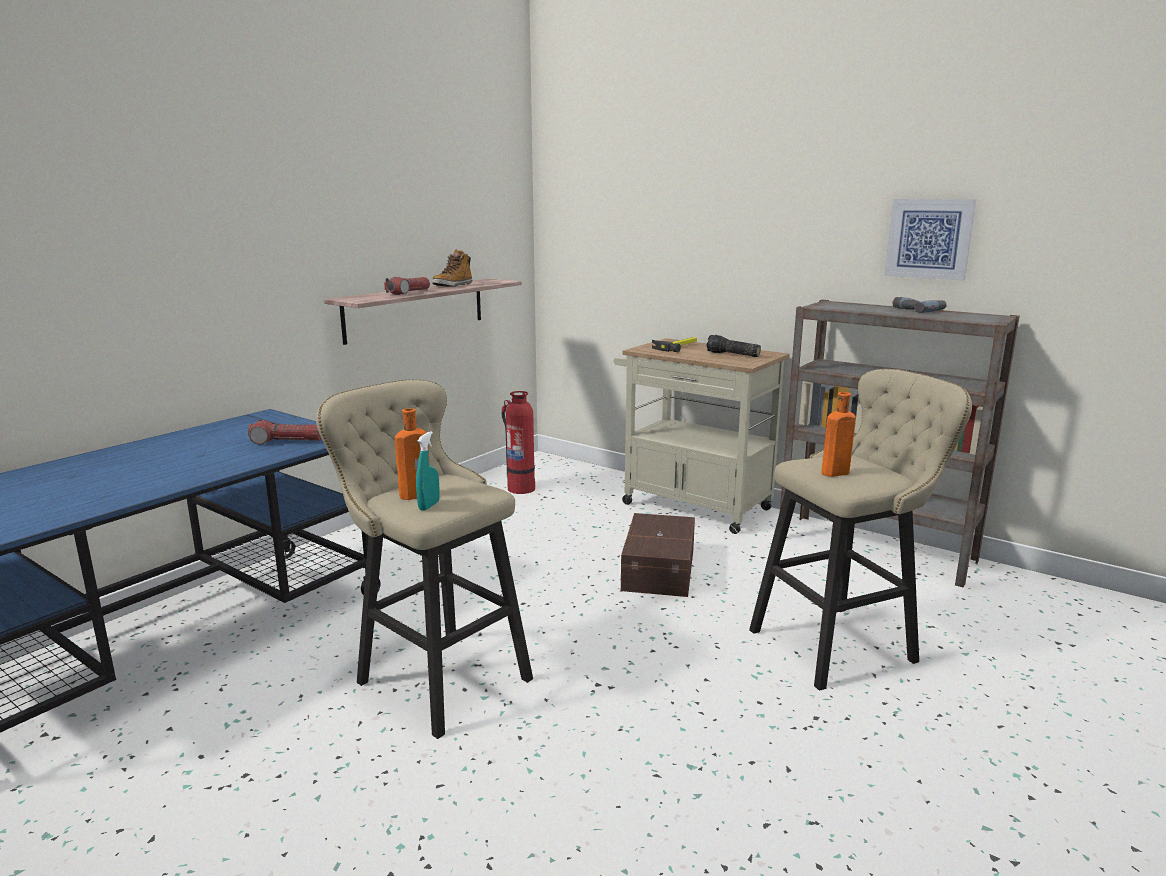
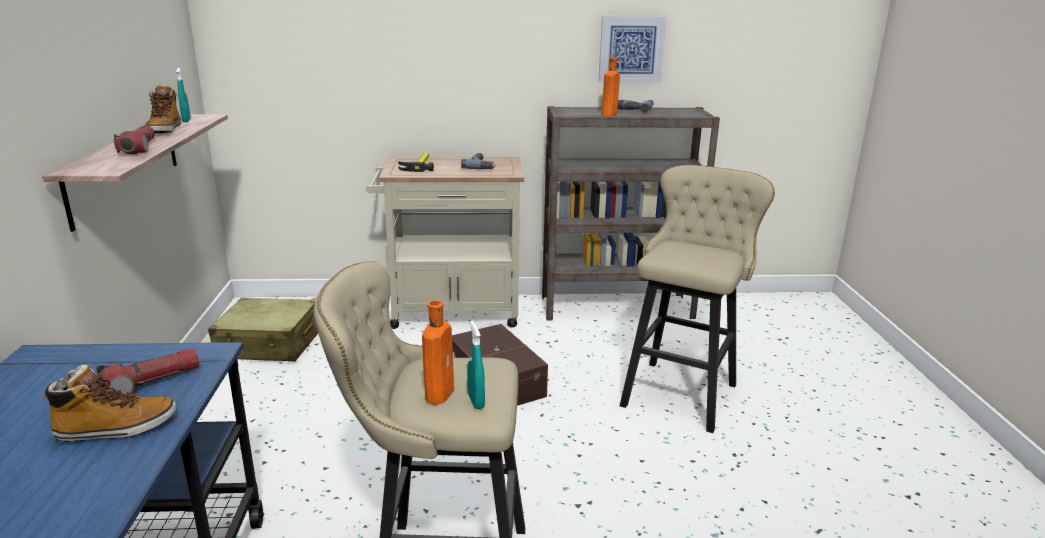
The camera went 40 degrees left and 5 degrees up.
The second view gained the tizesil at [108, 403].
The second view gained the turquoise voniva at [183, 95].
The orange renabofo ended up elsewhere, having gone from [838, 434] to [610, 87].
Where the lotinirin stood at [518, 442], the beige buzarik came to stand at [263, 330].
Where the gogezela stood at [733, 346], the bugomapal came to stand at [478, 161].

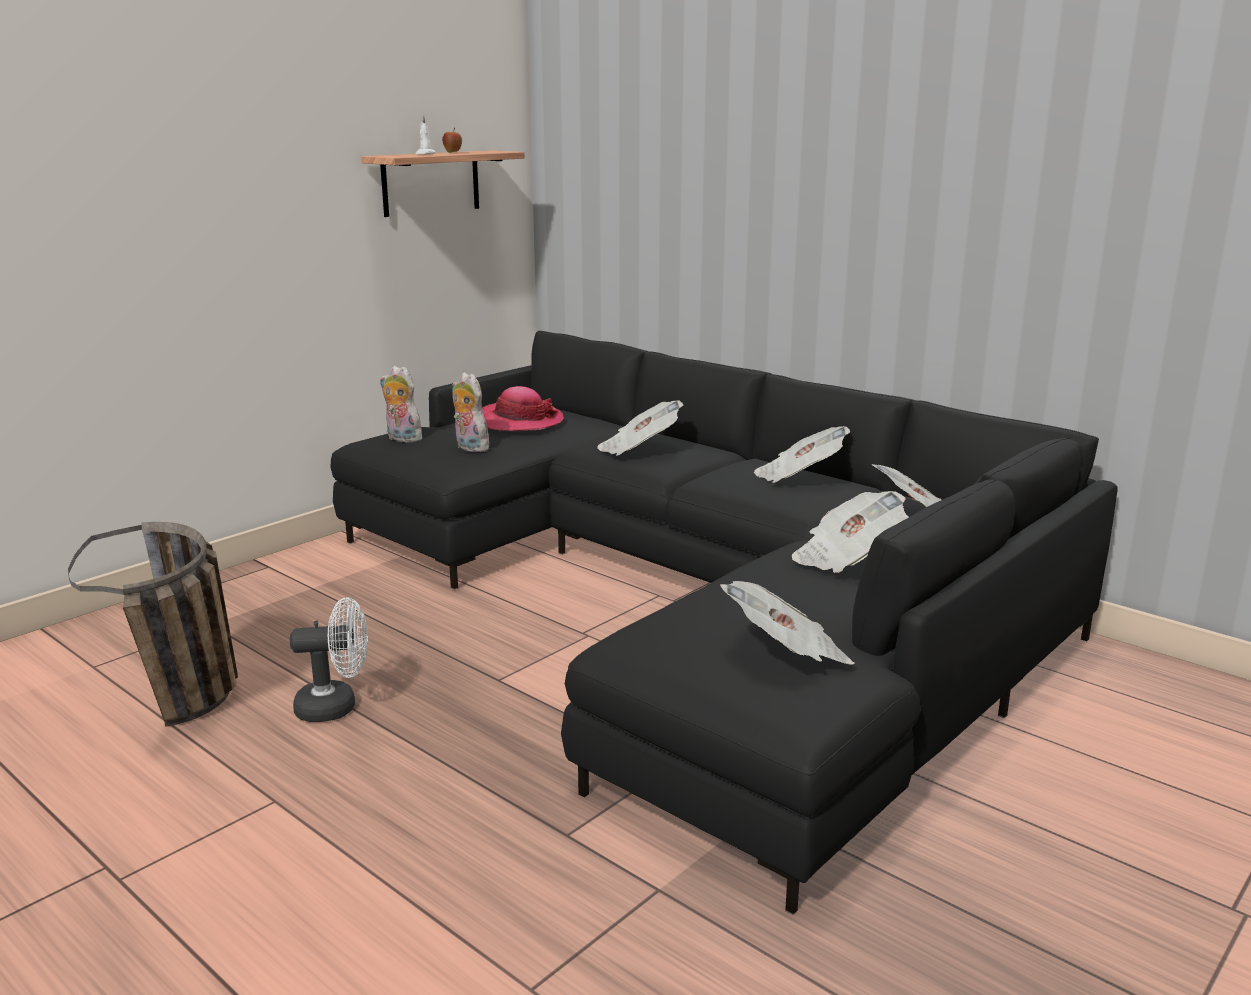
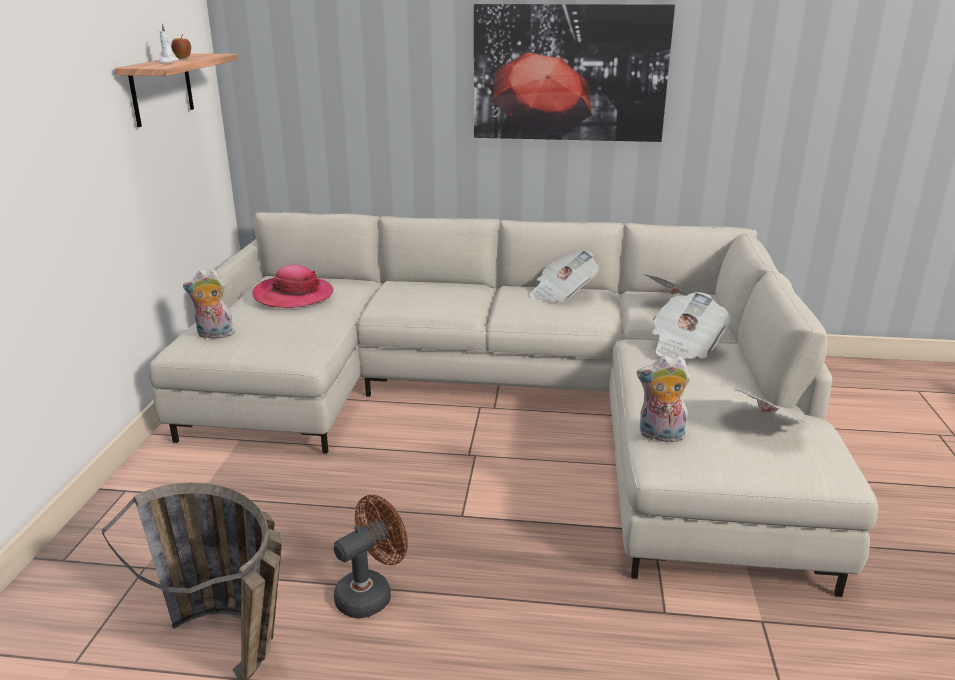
The camera went 35 degrees left and 5 degrees up.
The second view lost the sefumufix at [640, 428].
The second view gained the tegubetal at [574, 73].
The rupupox ended up elsewhere, having gone from [470, 412] to [663, 398].
What was the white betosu at [329, 659] turned into the brown betosu at [371, 556].
What was the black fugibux at [724, 623] turned into the beige fugibux at [513, 405].

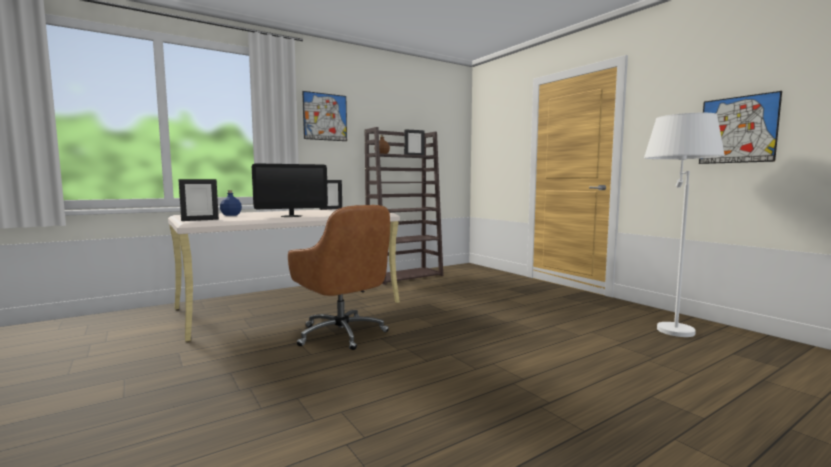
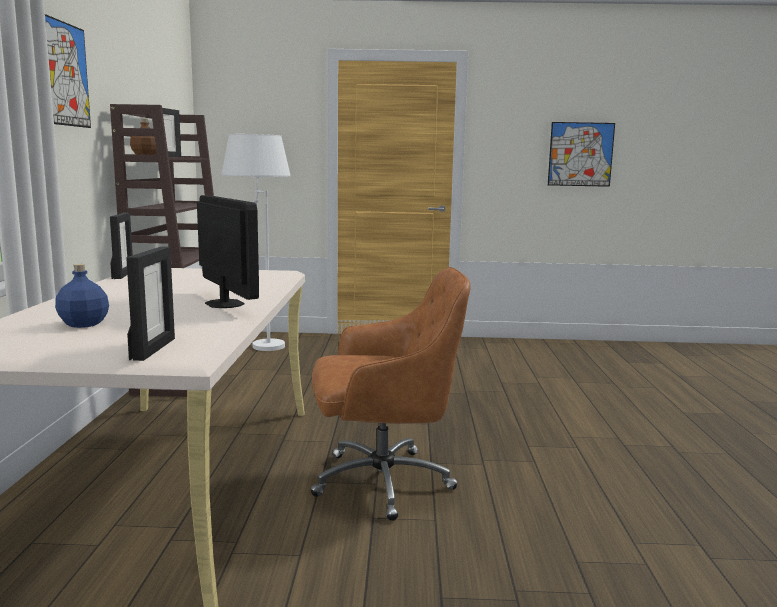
The camera went 55 degrees left and 5 degrees up.
The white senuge ended up elsewhere, having gone from [684, 225] to [255, 242].
The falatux at [290, 190] ended up facing another way, 45 degrees counterclockwise from before.

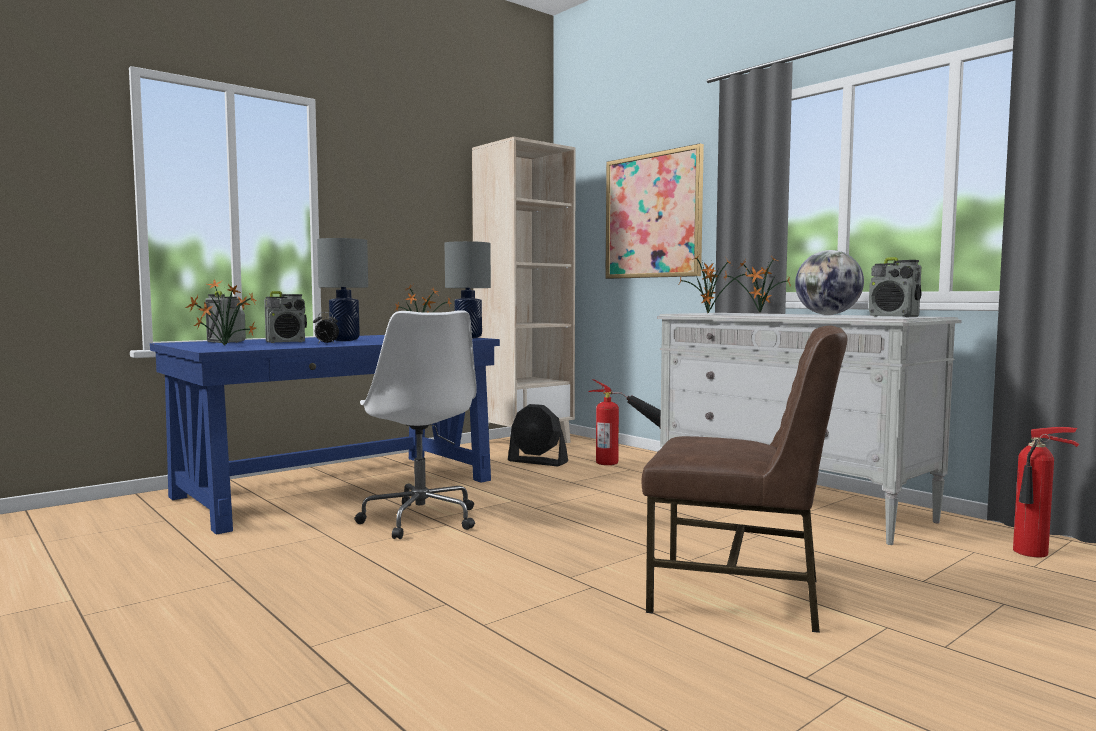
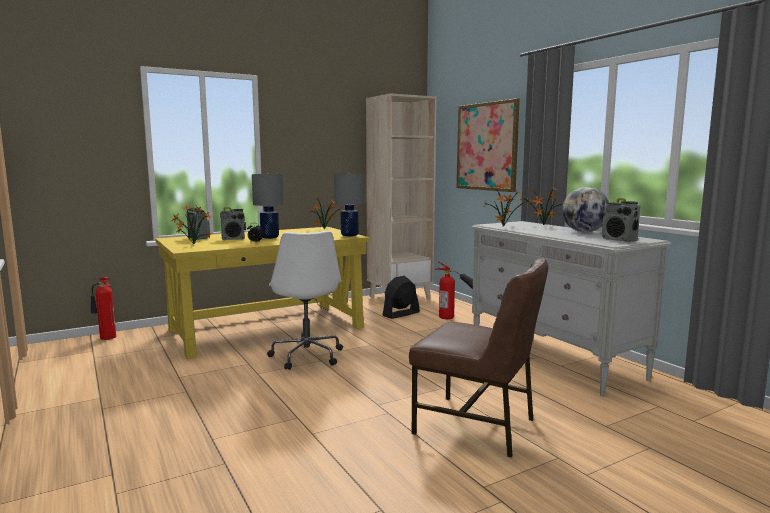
The camera went 10 degrees right and 5 degrees up.
The lotinirin ended up elsewhere, having gone from [1046, 492] to [103, 308].
What was the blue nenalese at [325, 435] turned into the yellow nenalese at [262, 293].
The black betosu at [538, 435] ended up facing another way, 105 degrees clockwise from before.

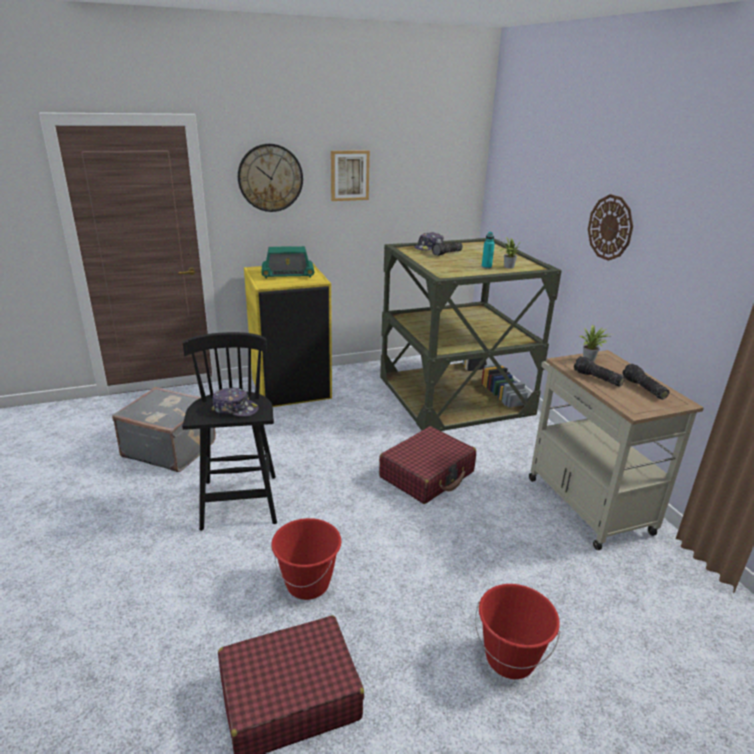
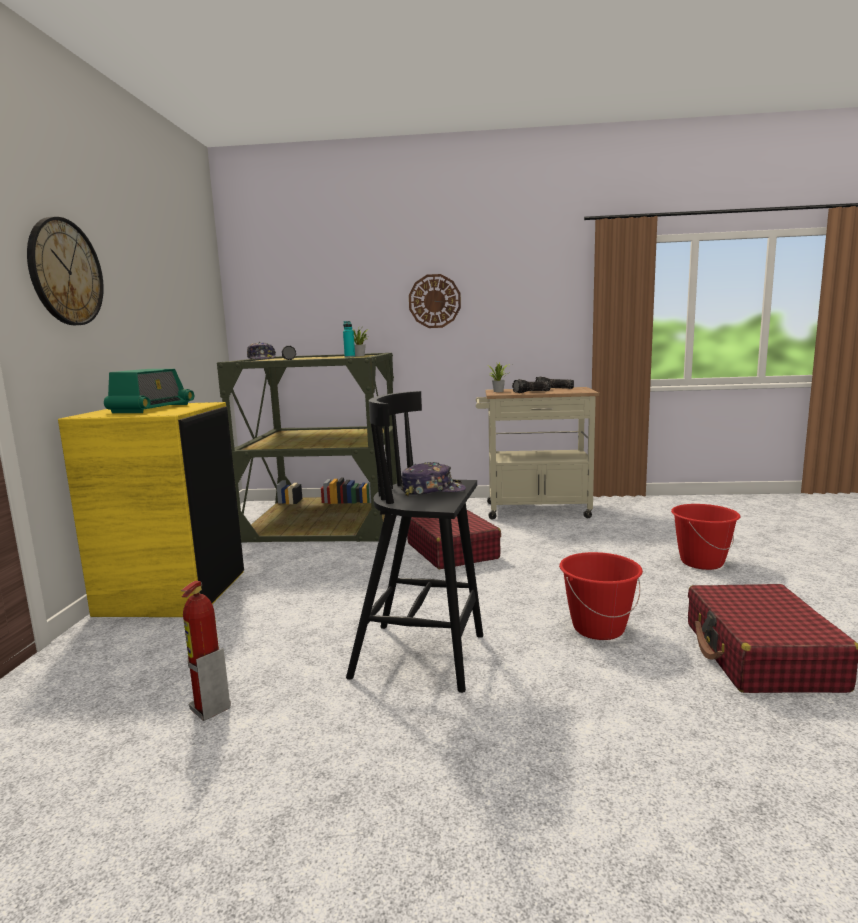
The camera went 65 degrees left and 15 degrees down.
The second view lost the tegubetal at [350, 175].
Where the grey buzarik stood at [164, 429], the lotinirin came to stand at [206, 651].
The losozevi at [235, 402] ended up facing another way, 45 degrees clockwise from before.

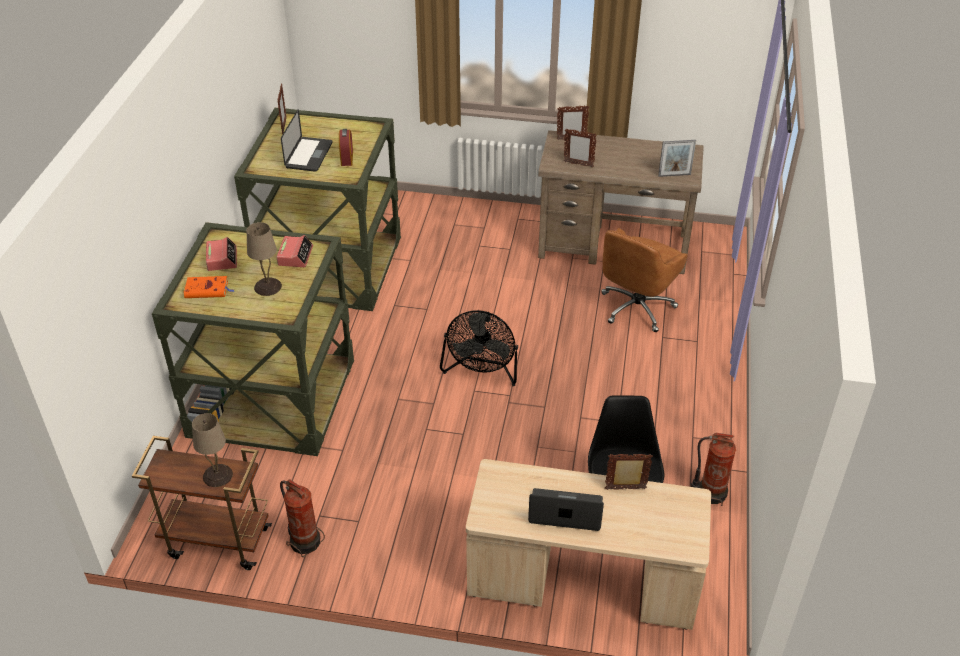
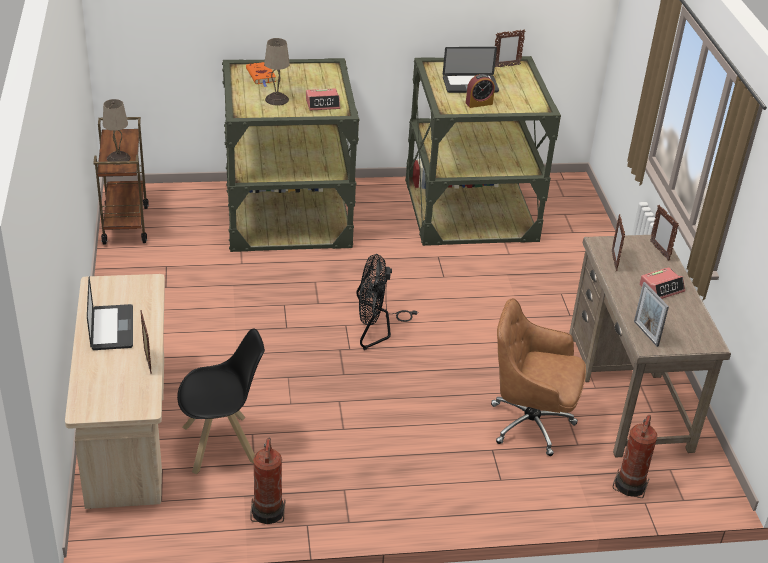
The camera went 70 degrees right and 5 degrees down.
The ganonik ended up elsewhere, having gone from [221, 254] to [662, 283].
The lotinirin ended up elsewhere, having gone from [302, 518] to [635, 456].

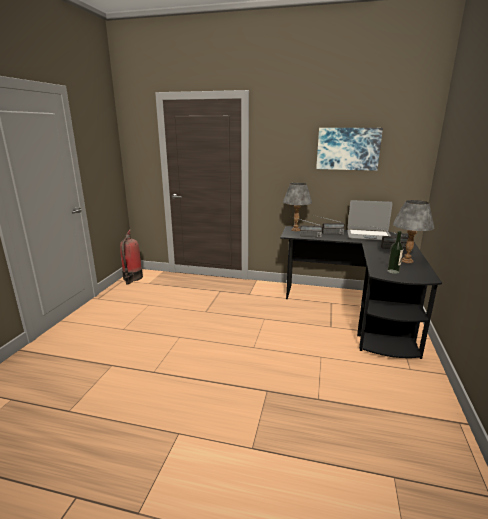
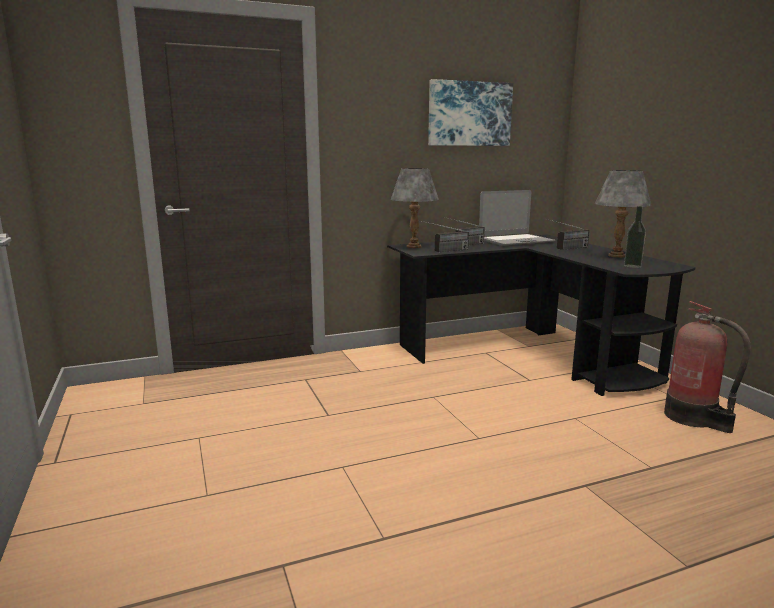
The camera went 35 degrees left and 5 degrees down.
The lotinirin ended up elsewhere, having gone from [131, 257] to [707, 367].

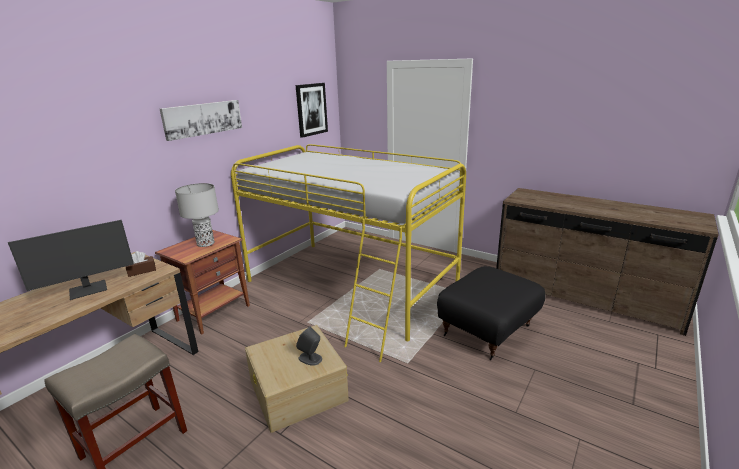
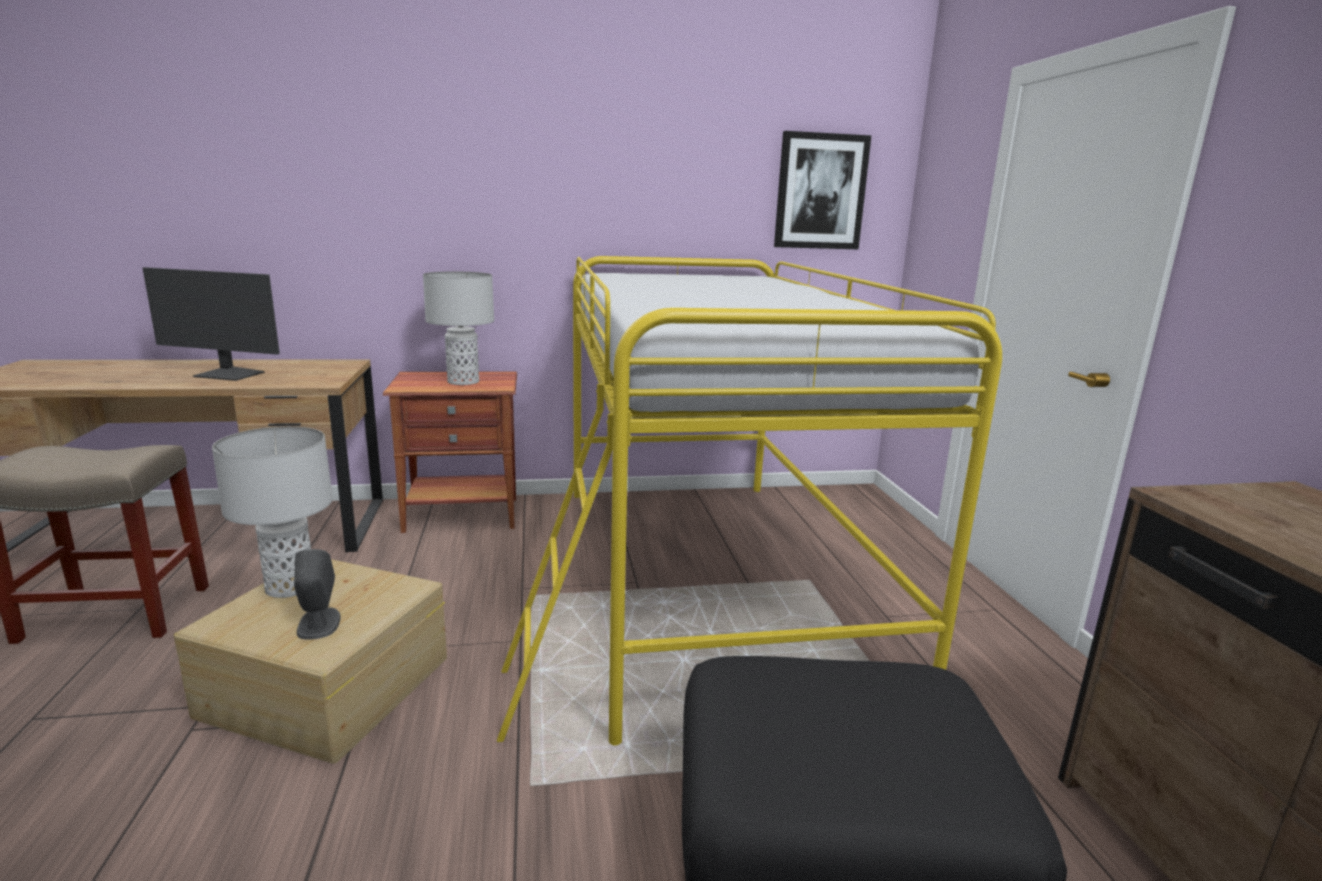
The camera went 45 degrees right and 5 degrees down.
The second view lost the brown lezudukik at [141, 264].
The second view lost the tegubetal at [201, 120].
The second view gained the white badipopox at [272, 512].

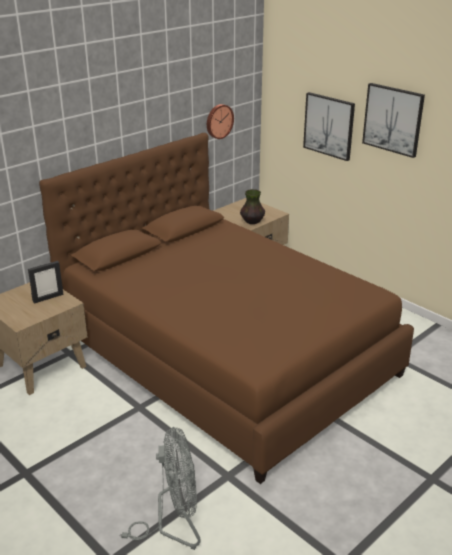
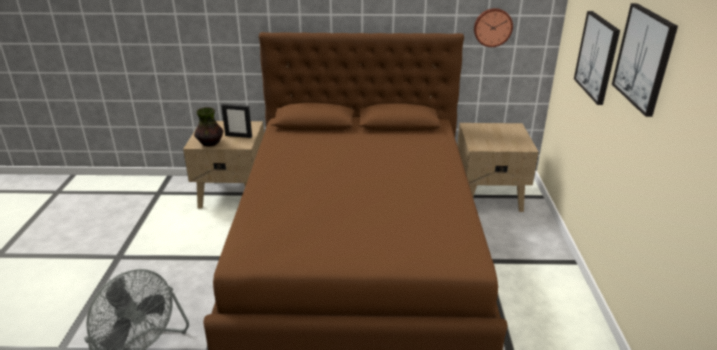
The camera went 45 degrees right and 0 degrees up.
The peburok ended up elsewhere, having gone from [252, 206] to [208, 127].

